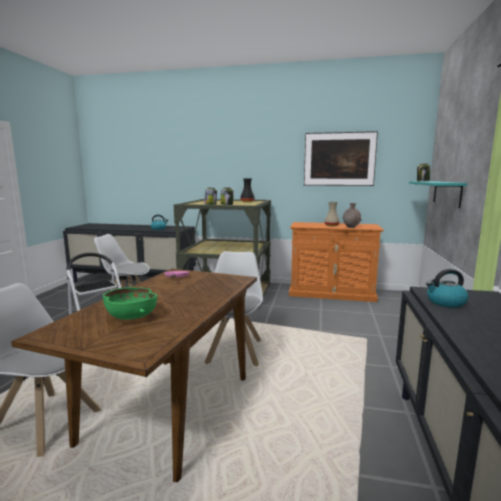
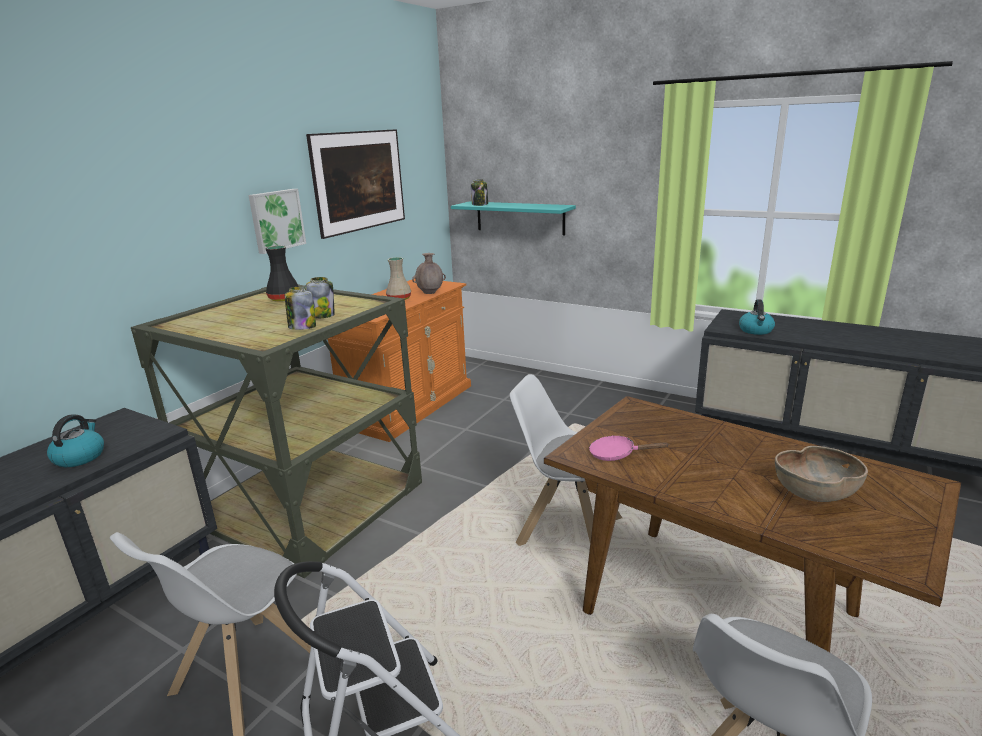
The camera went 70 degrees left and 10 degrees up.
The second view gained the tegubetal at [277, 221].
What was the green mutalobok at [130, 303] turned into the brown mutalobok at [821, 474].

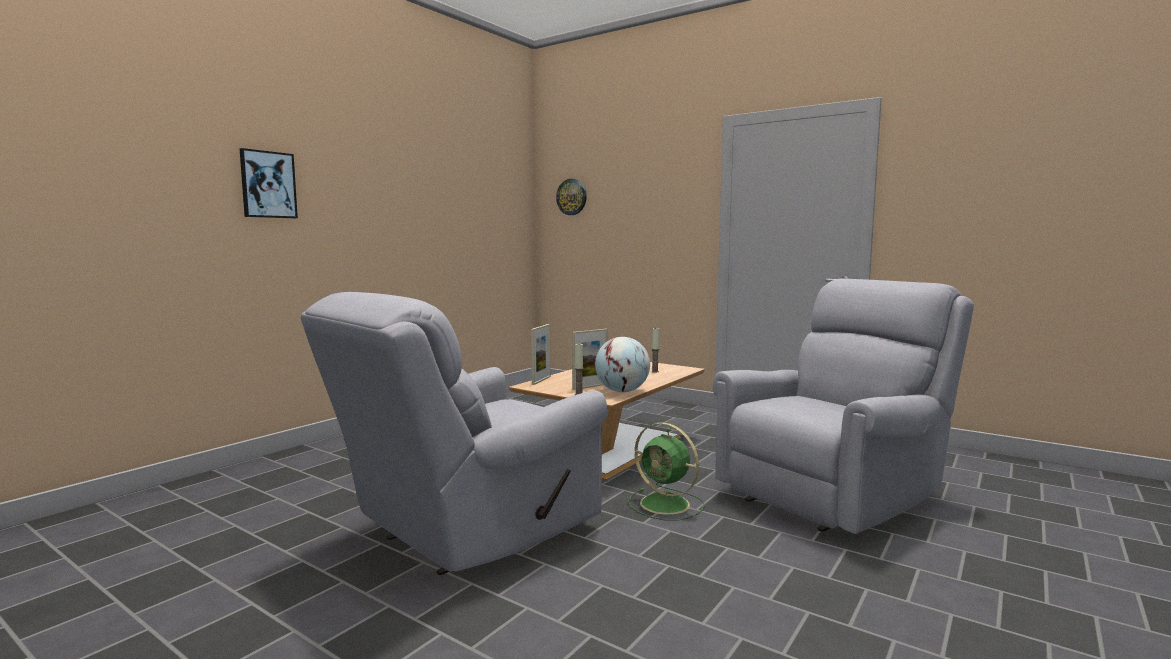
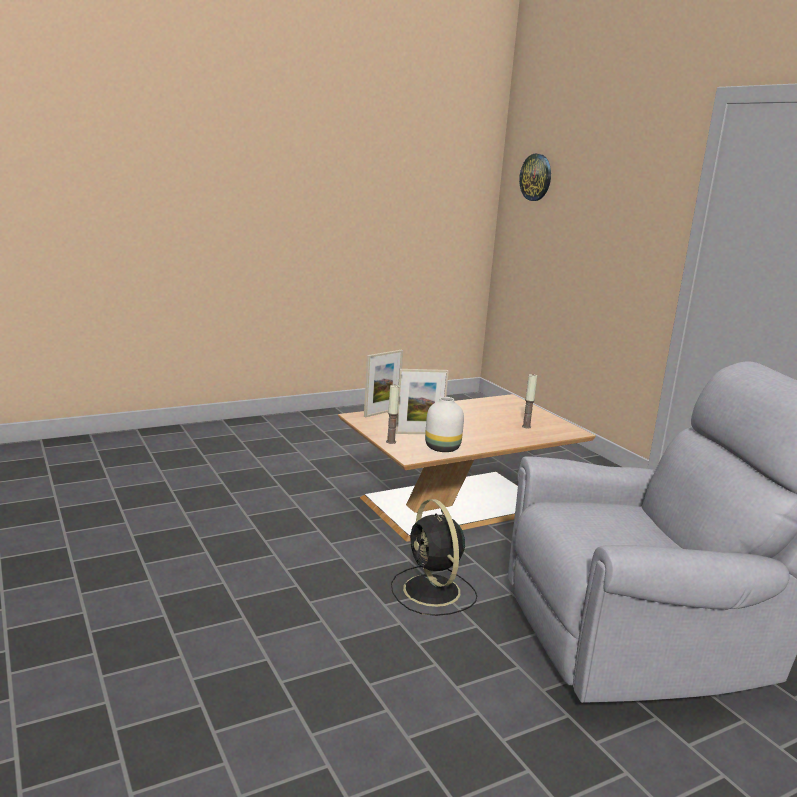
The camera went 25 degrees right and 10 degrees up.
The second view lost the tegubetal at [269, 183].
The second view lost the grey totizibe at [454, 433].
Where the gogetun stood at [622, 364], the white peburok came to stand at [444, 424].
What was the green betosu at [666, 472] turned into the black betosu at [434, 557].

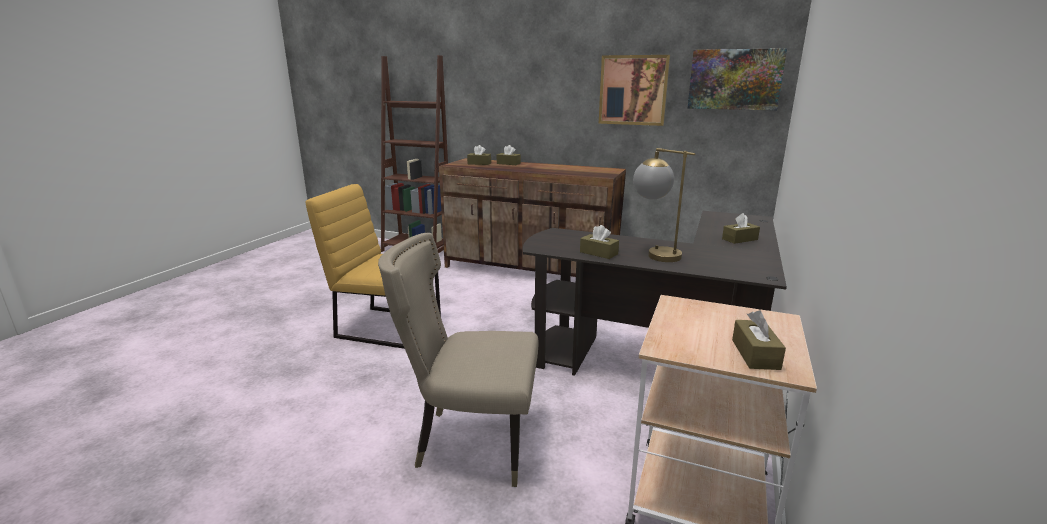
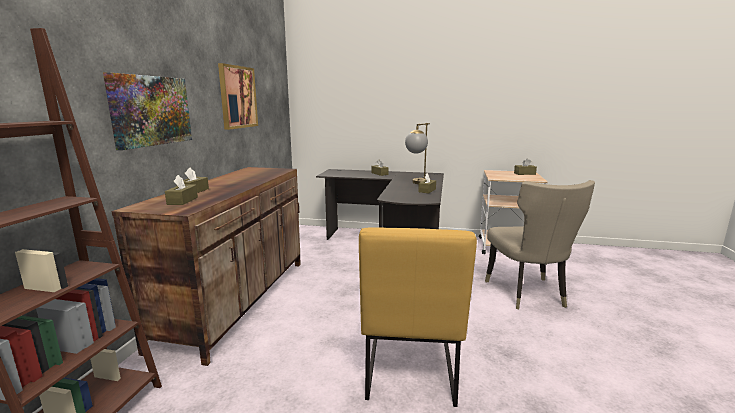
The camera went 100 degrees left and 5 degrees down.
The tegubetal ended up elsewhere, having gone from [737, 79] to [147, 111].

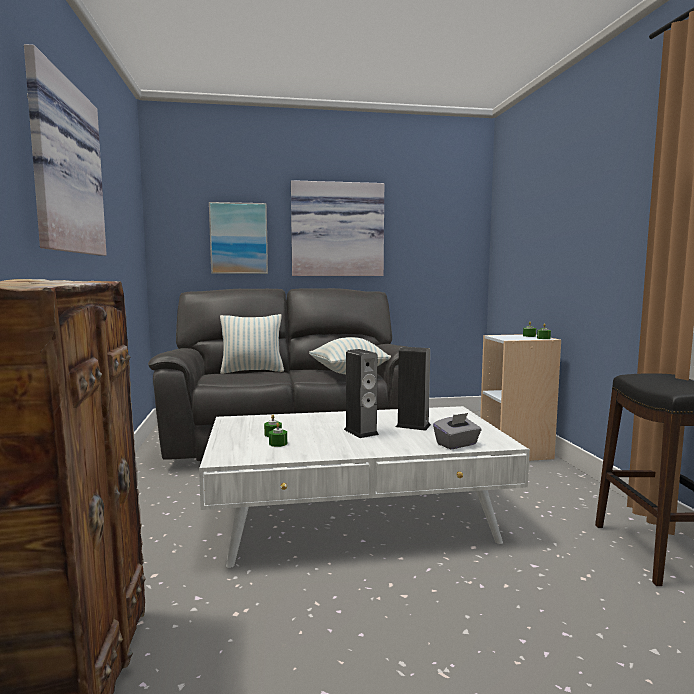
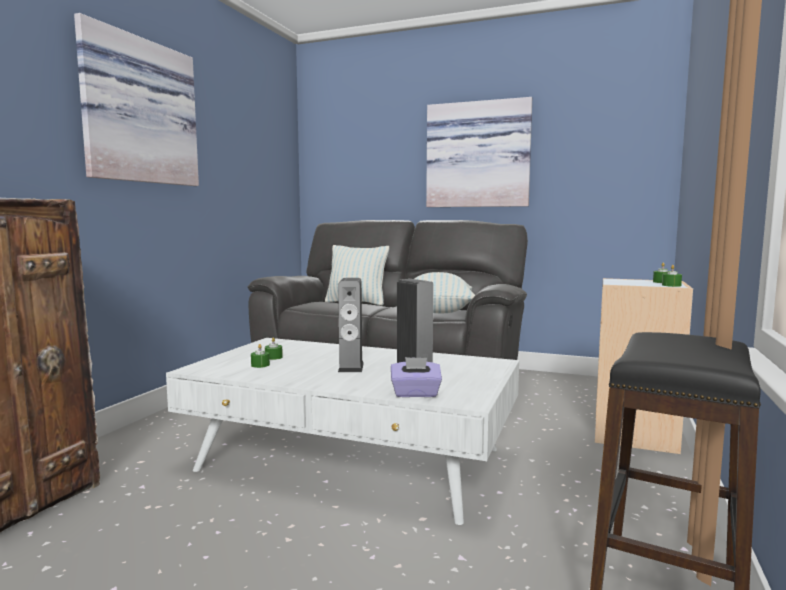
The camera went 30 degrees right and 0 degrees up.
The second view lost the tegubetal at [238, 238].
What was the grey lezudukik at [457, 431] turned into the purple lezudukik at [416, 377].

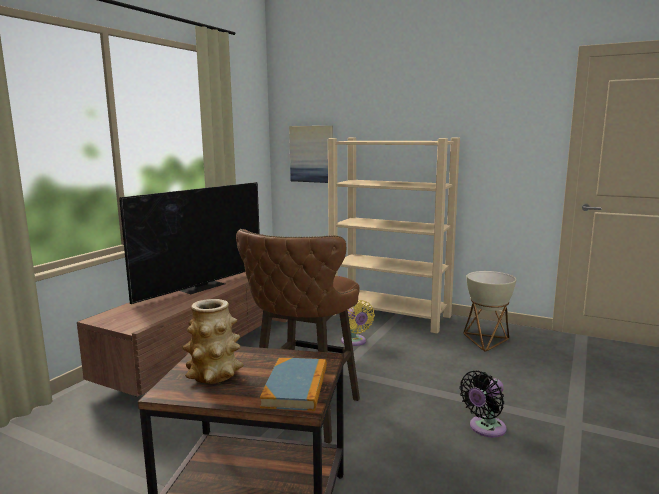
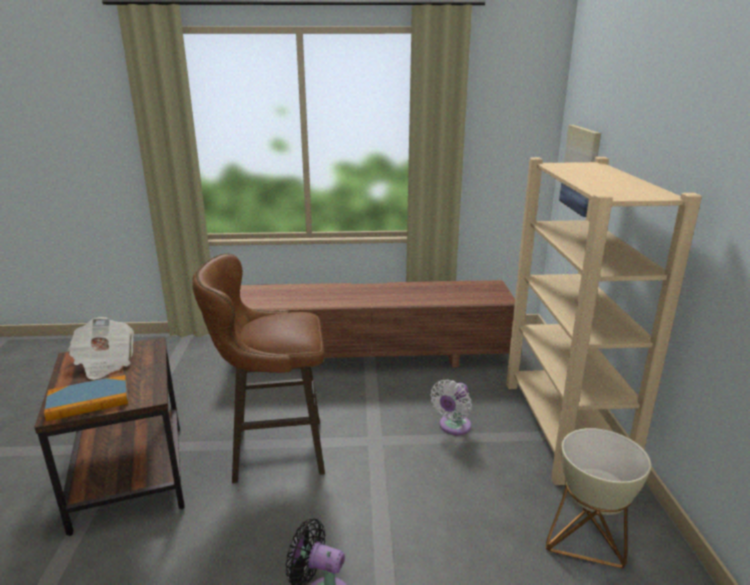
The camera went 60 degrees right and 10 degrees up.
The second view lost the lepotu at [189, 243].
Where the peburok stood at [212, 341], the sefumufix came to stand at [101, 348].
What was the yellow betosu at [358, 323] turned into the white betosu at [451, 407].

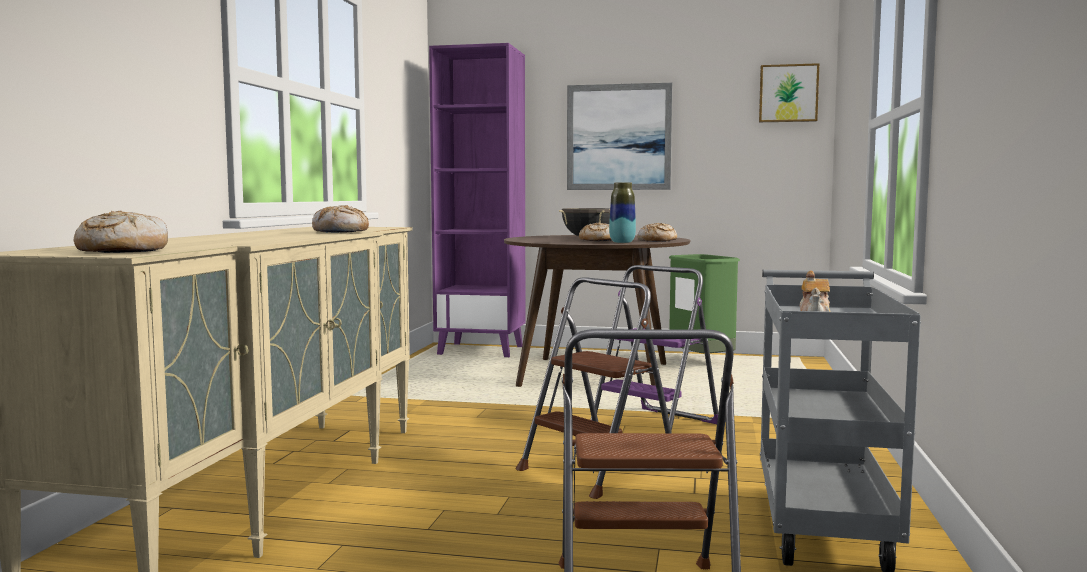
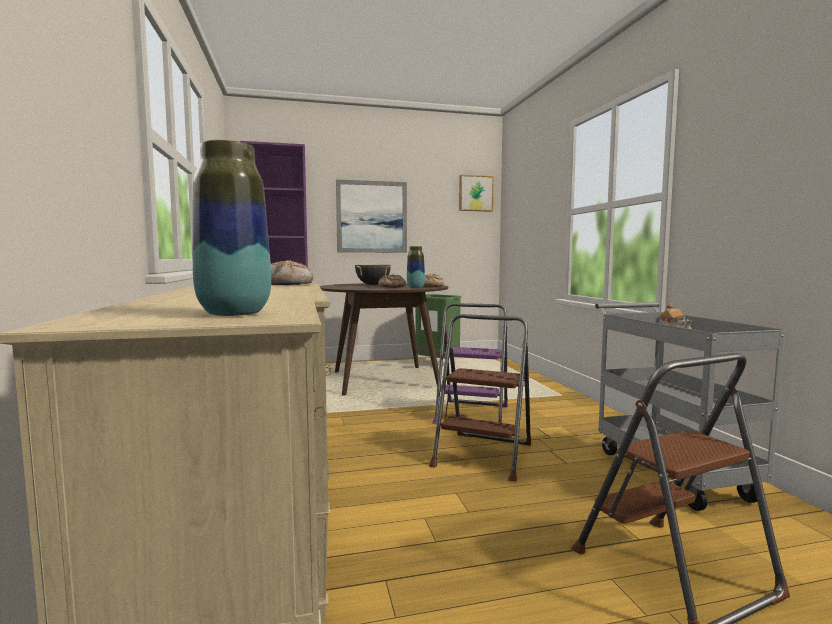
The camera went 25 degrees left and 0 degrees up.
Where the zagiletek stood at [121, 232], the peburok came to stand at [232, 228].

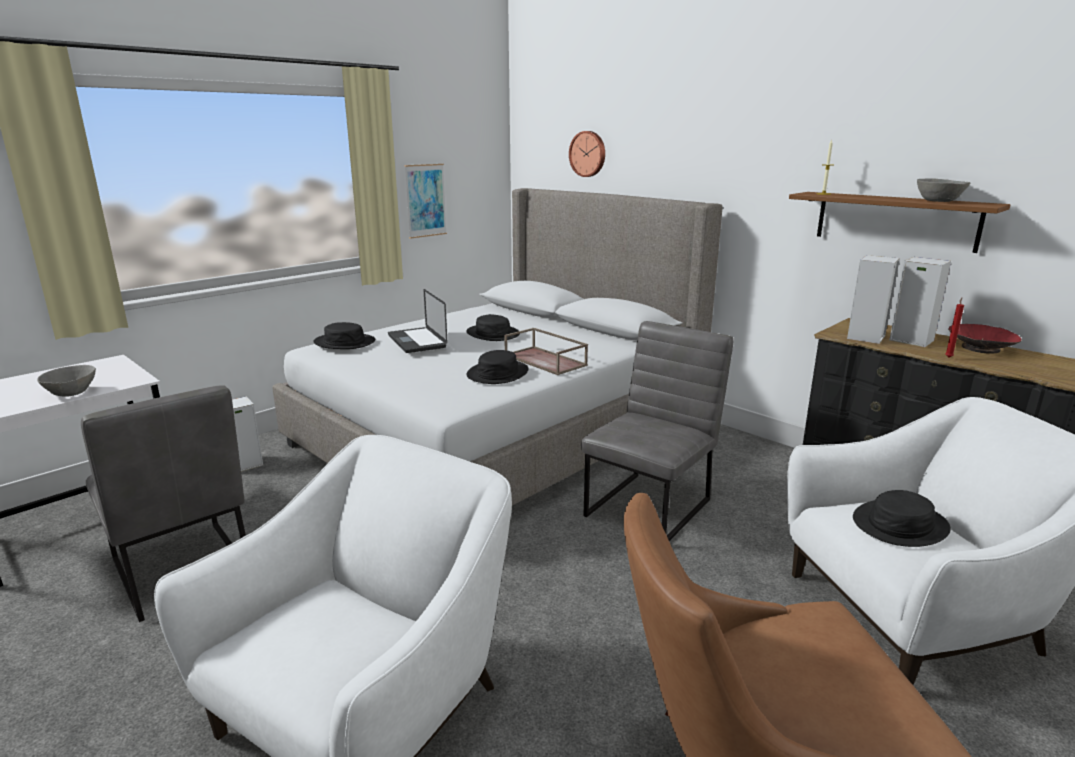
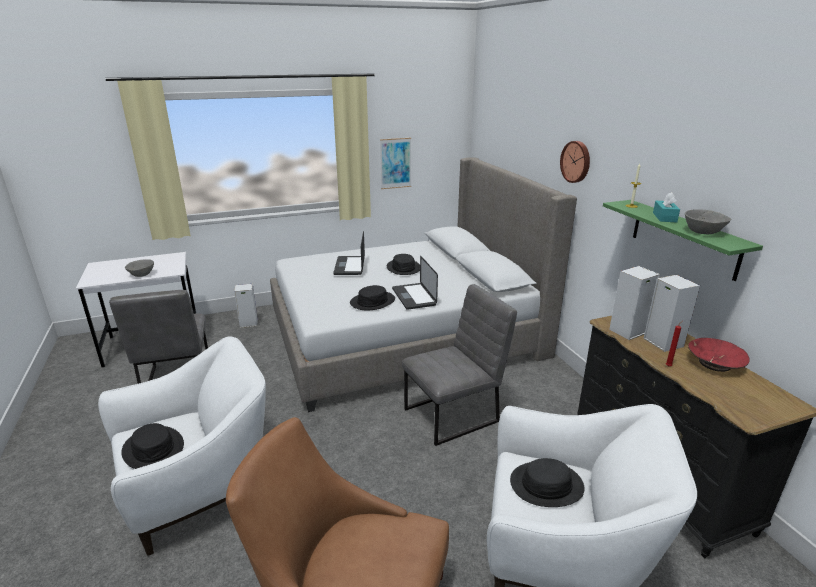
The camera went 25 degrees right and 5 degrees up.
The second view gained the turquoise lezudukik at [666, 207].
The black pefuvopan ended up elsewhere, having gone from [344, 335] to [152, 446].
The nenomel ended up elsewhere, having gone from [587, 154] to [575, 162].
Where the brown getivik stood at [546, 351], the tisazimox came to stand at [415, 283].
What was the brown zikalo at [900, 222] turned into the green zikalo at [683, 240].

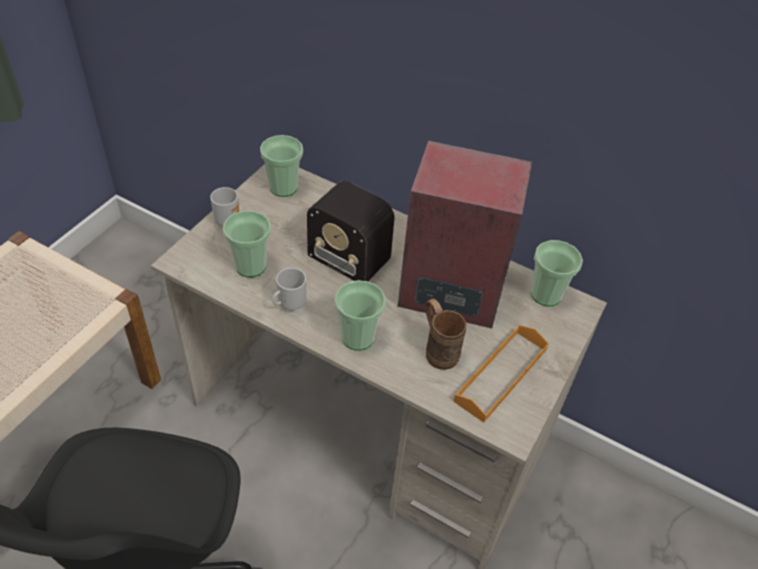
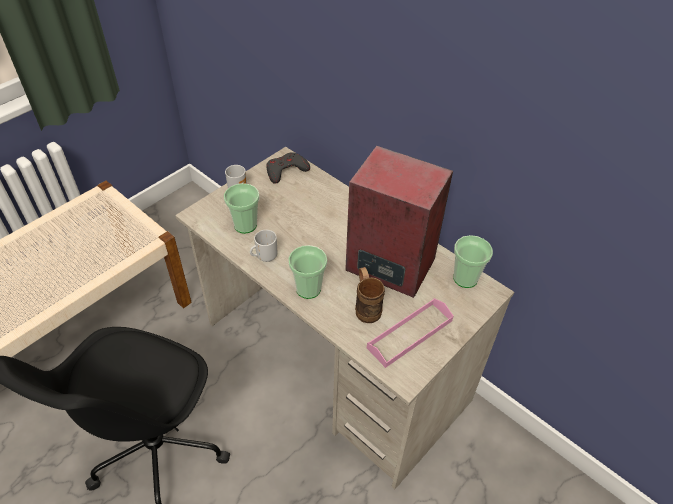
The camera went 15 degrees right and 0 degrees up.
The second view lost the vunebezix at [337, 231].
Where the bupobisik stood at [281, 166], the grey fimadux came to stand at [288, 168].
What was the orange getivik at [501, 374] turned into the pink getivik at [410, 333].

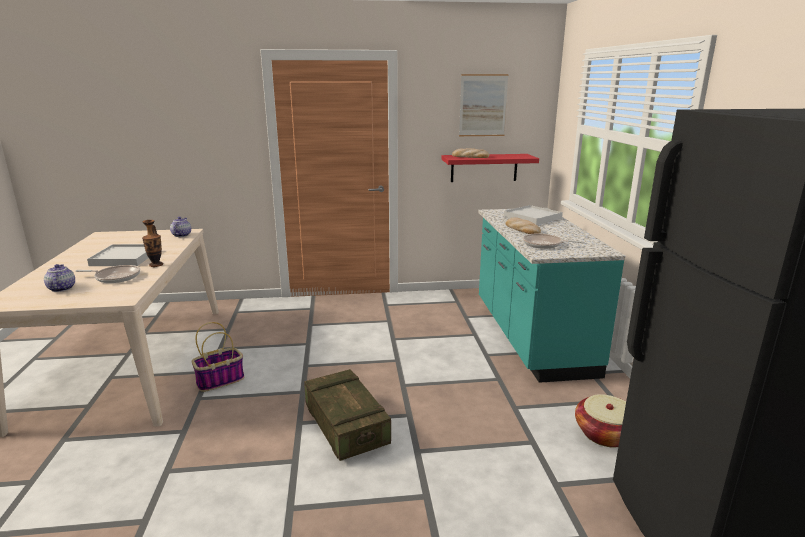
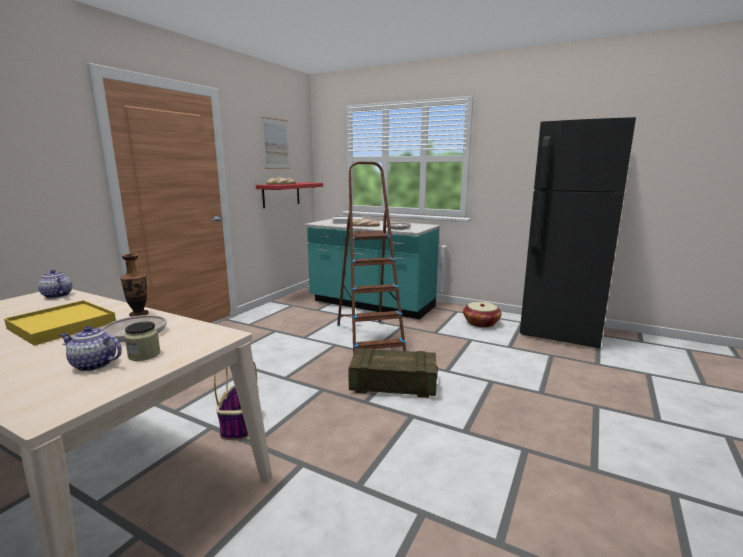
The camera went 55 degrees left and 5 degrees down.
The second view gained the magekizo at [142, 341].
The second view gained the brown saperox at [371, 258].
What was the white getivik at [118, 255] turned into the yellow getivik at [60, 322].

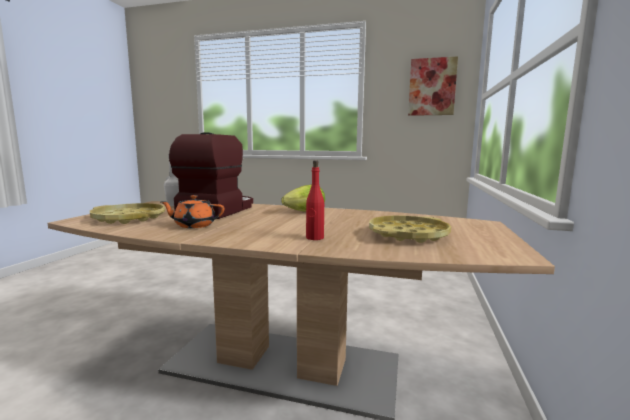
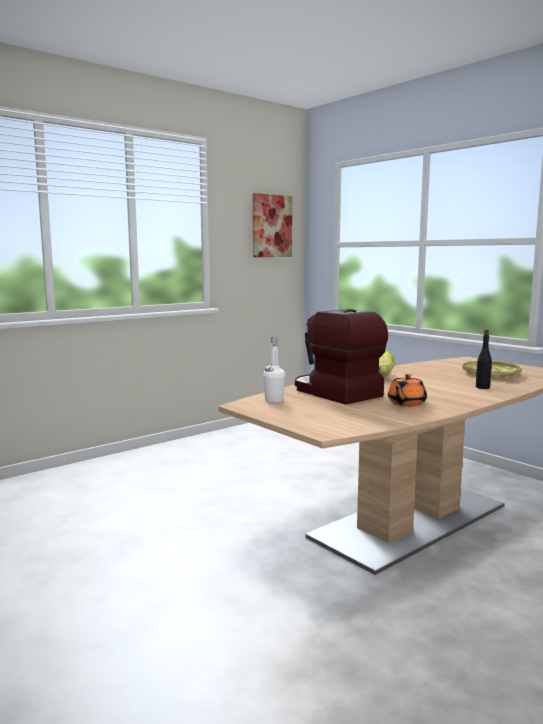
The camera went 55 degrees left and 0 degrees up.
The second view lost the yellow getivik at [127, 213].
What was the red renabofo at [315, 200] turned into the black renabofo at [484, 359].

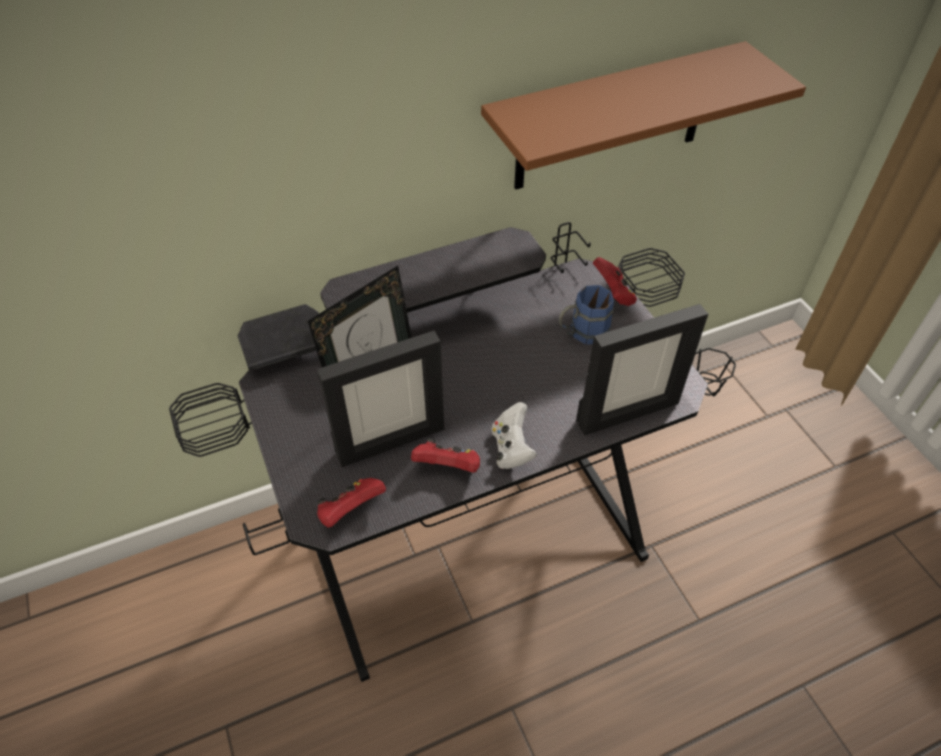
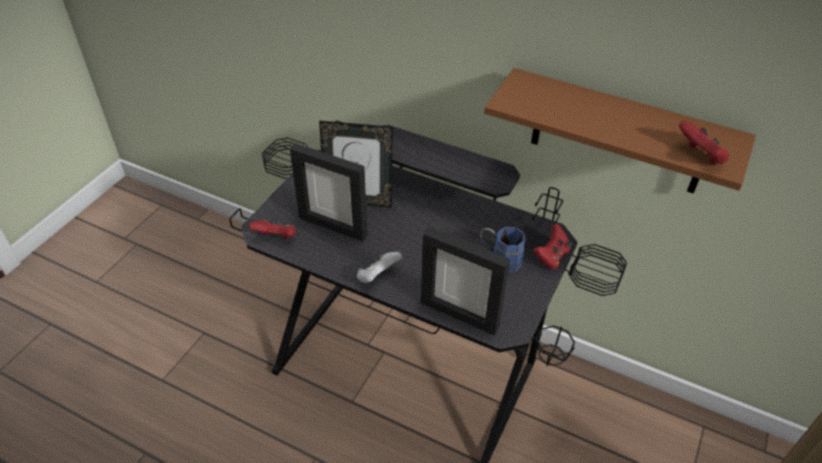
The camera went 50 degrees right and 5 degrees down.
The red fimadux ended up elsewhere, having gone from [445, 455] to [704, 142].

